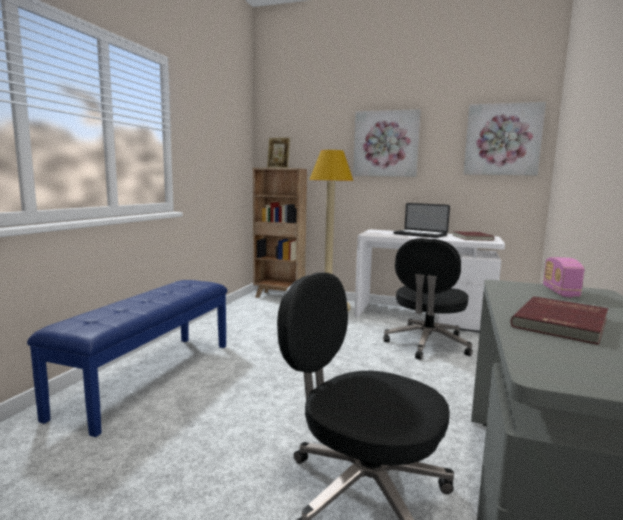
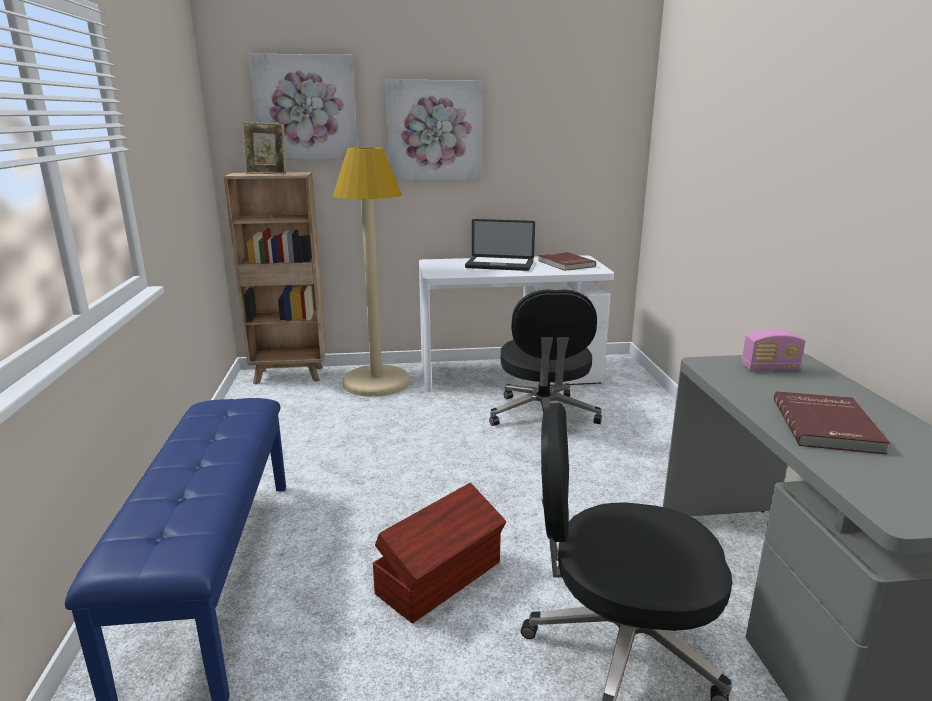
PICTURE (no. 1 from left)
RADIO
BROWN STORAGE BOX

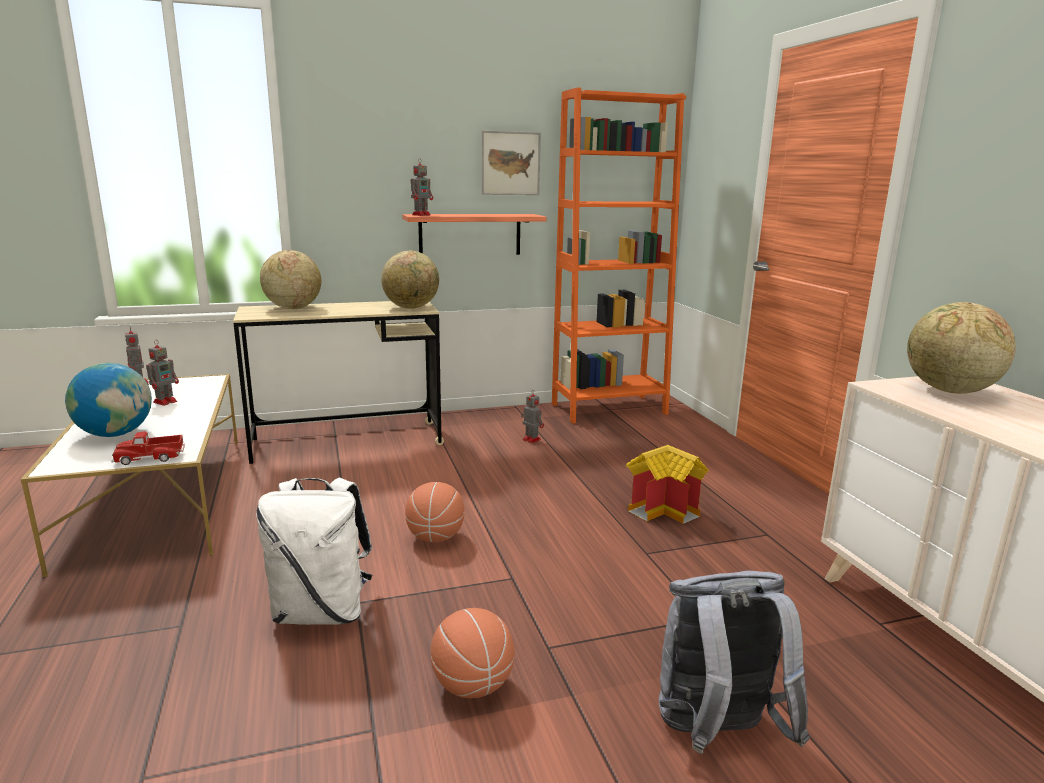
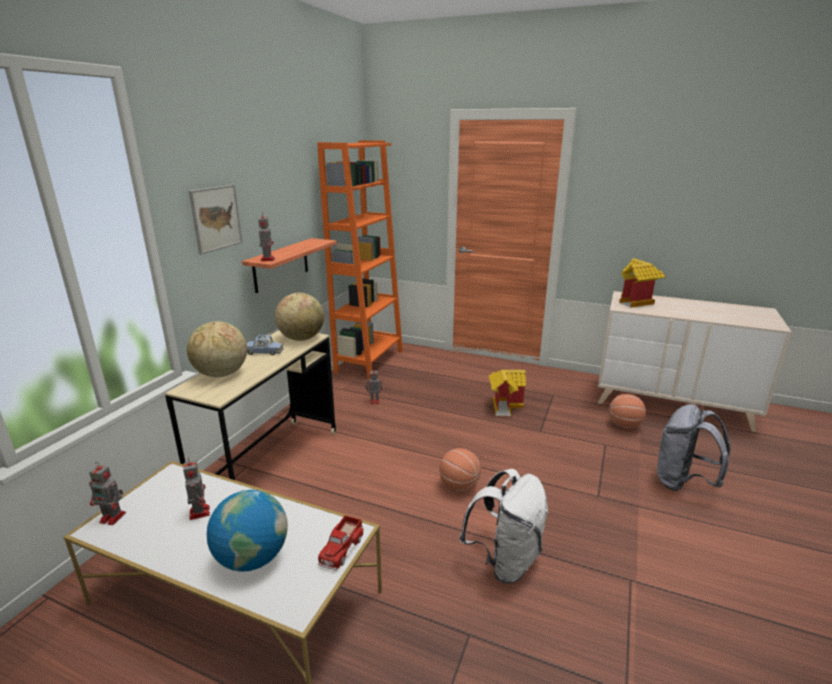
PICTURE
TOY HOUSE (no. 2 from left)
BASKETBALL (no. 2 from left)
BLUE TOY CAR

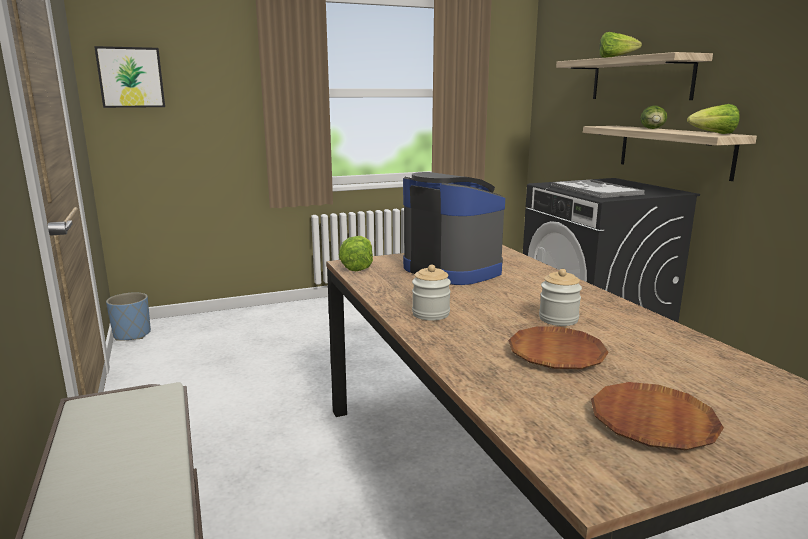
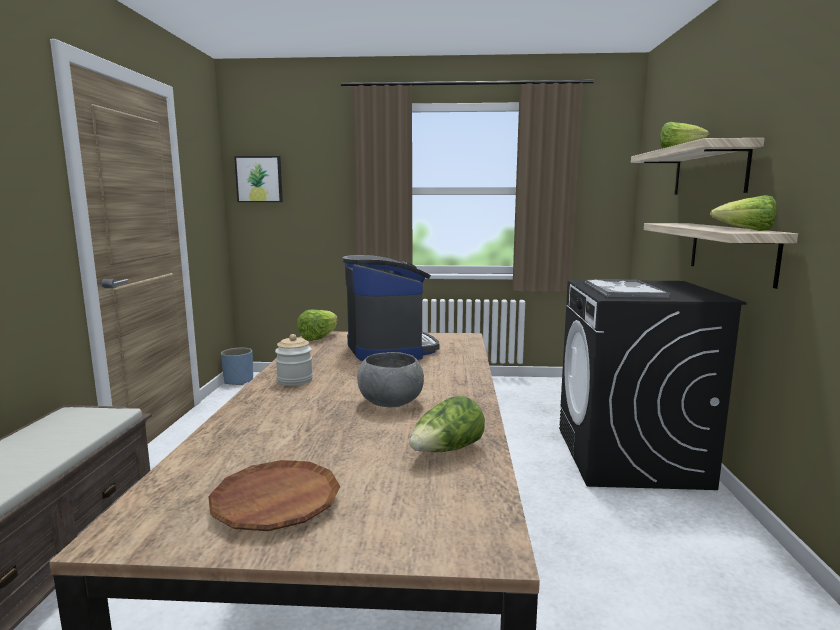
LETTUCE (no. 2 from left)
GREY BOWL
BROWN PLATE (no. 1 from left in the first image)

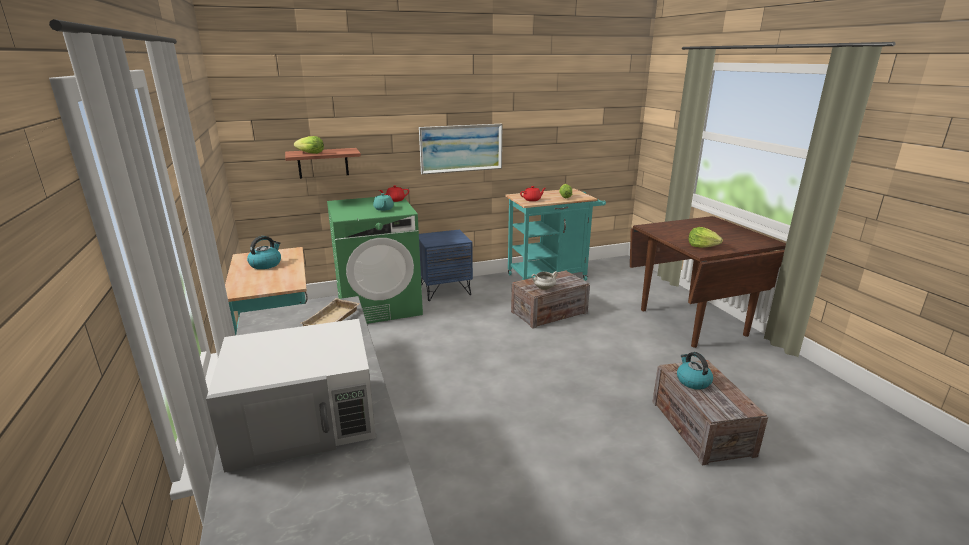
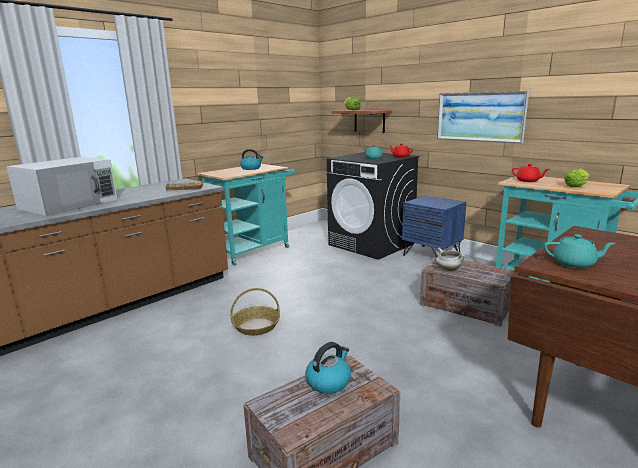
BLACK WASHING MACHINE
TURQUOISE TEAPOT (no. 2 from left)
WHITE MICROWAVE
BASKET

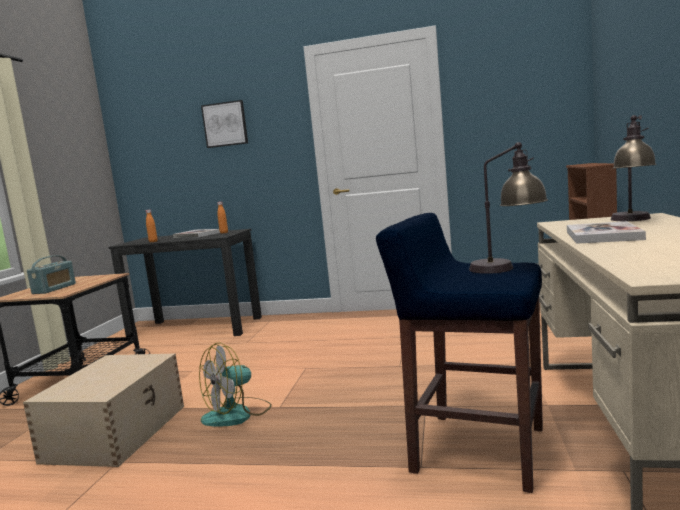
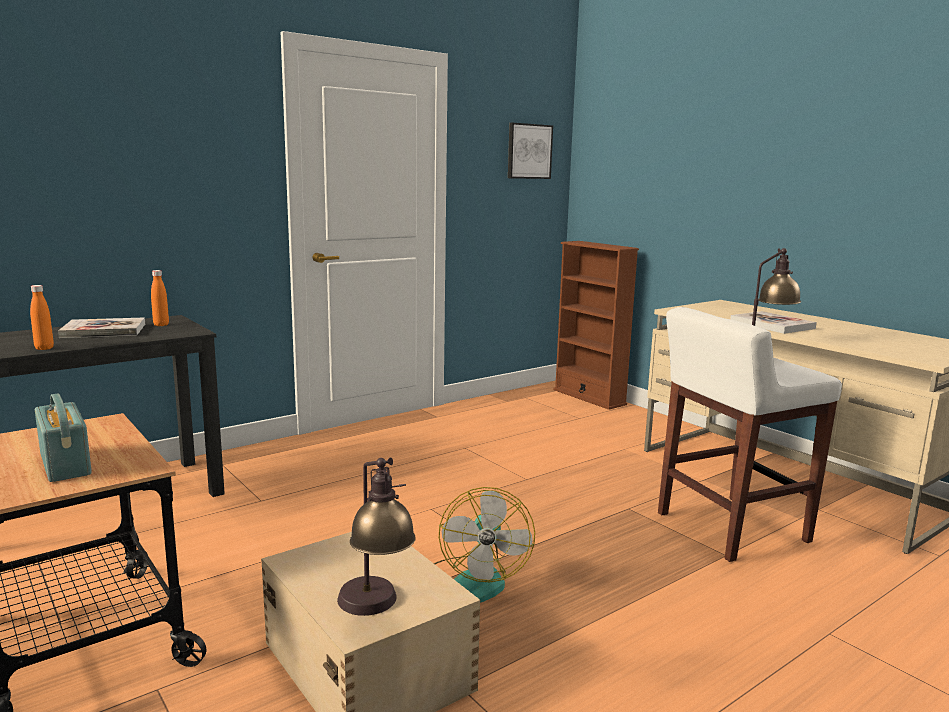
PICTURE
TABLE LAMP (no. 1 from left)
WHITE STOOL

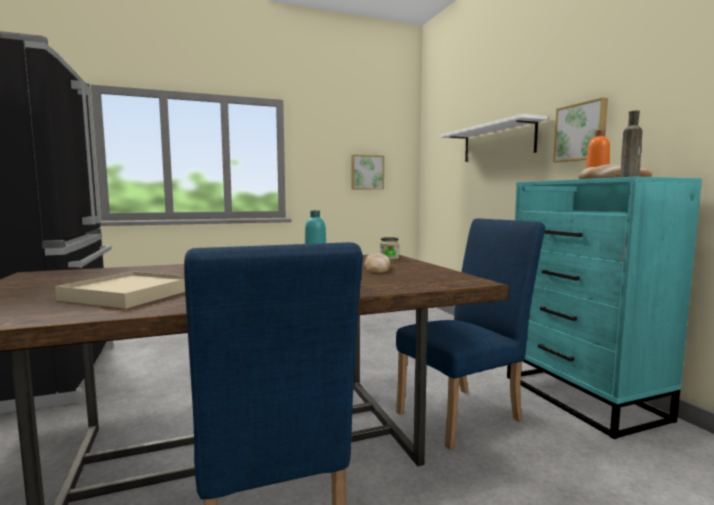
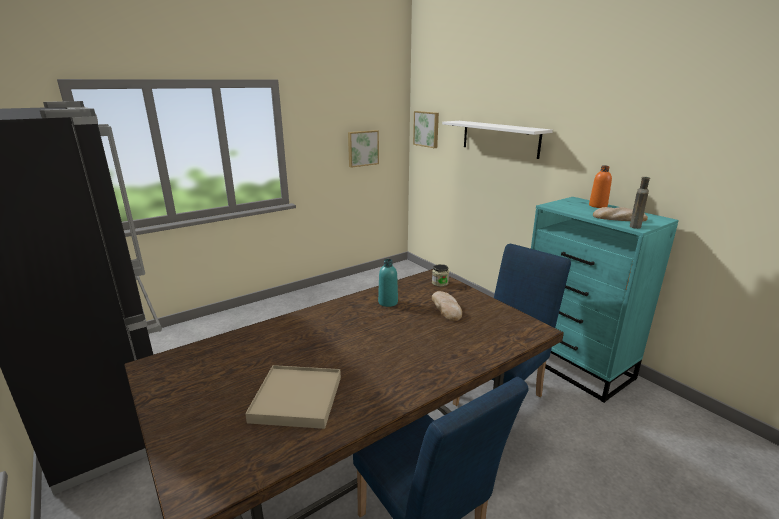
PICTURE (no. 2 from left)

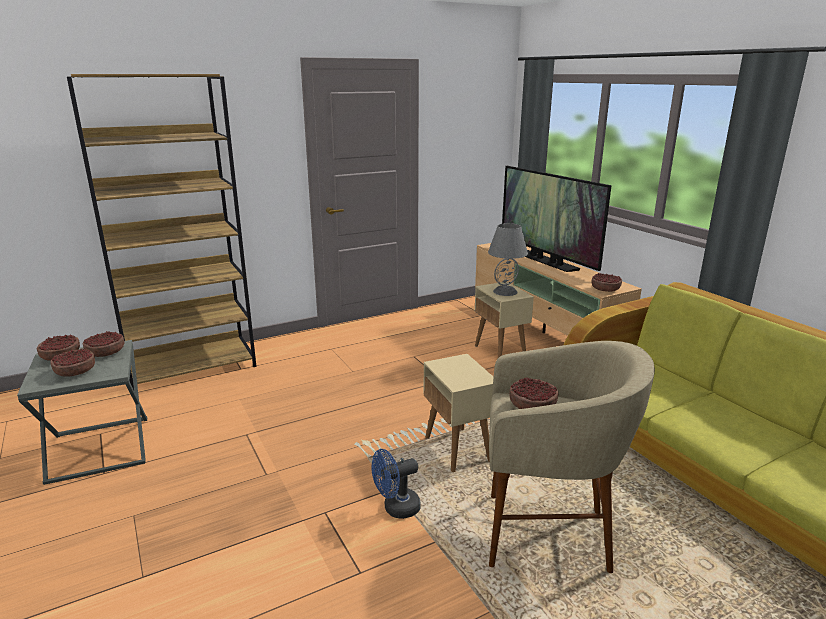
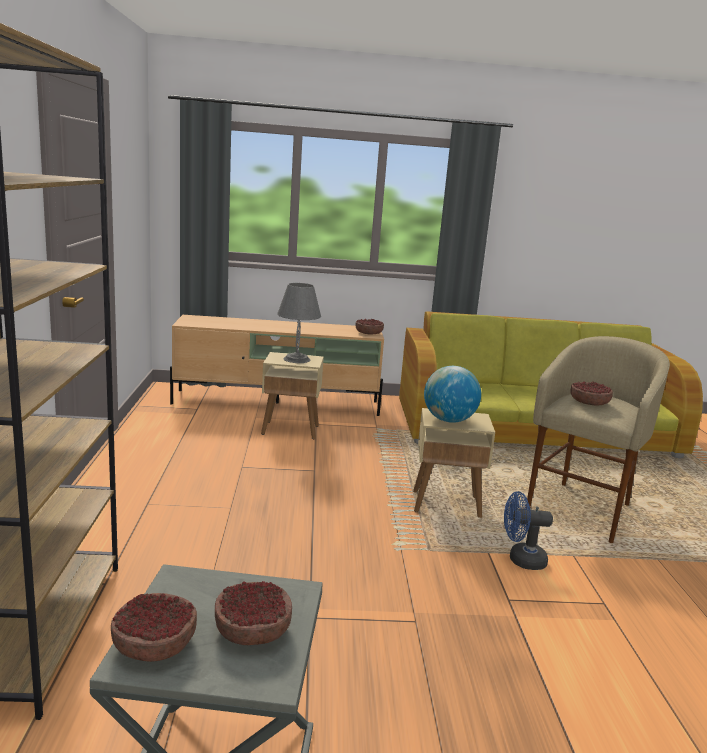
TELEVISION
BOWL (no. 3 from left in the first image)
BLUE FAN
GLOBE

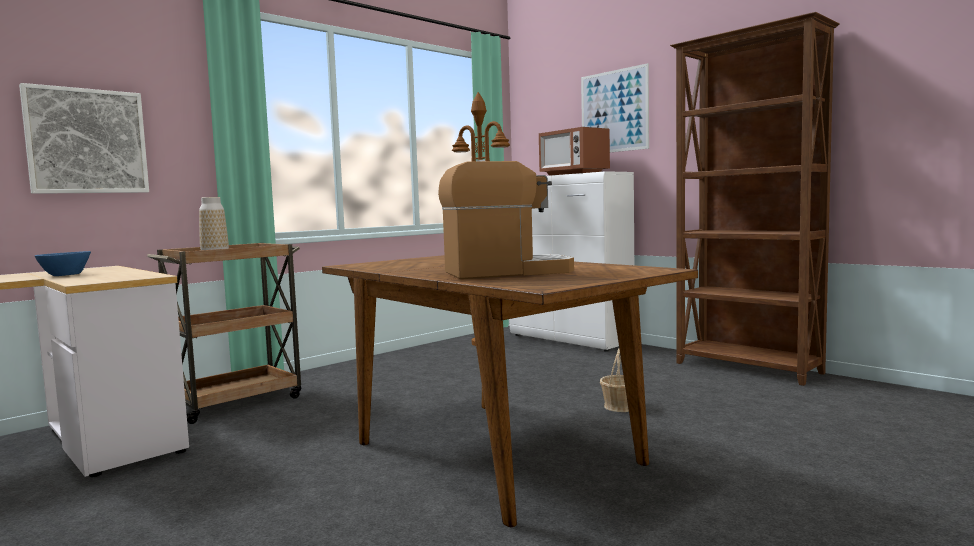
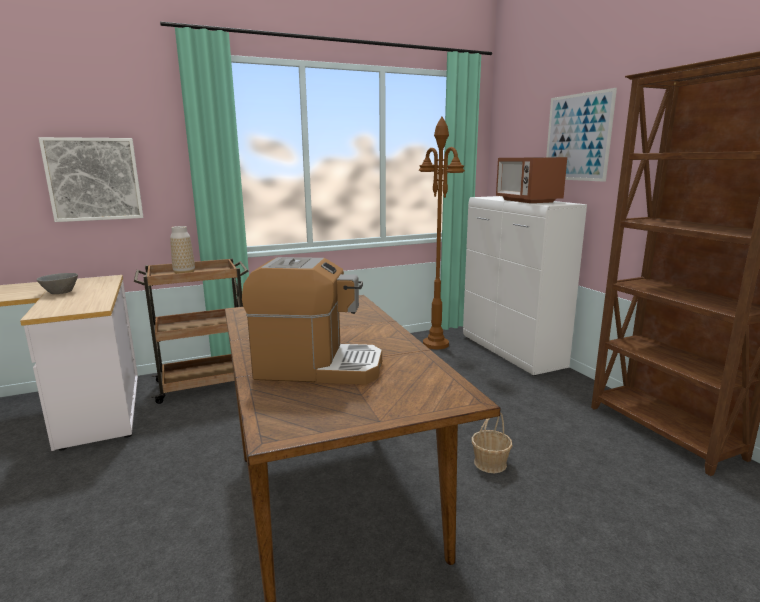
GREY BOWL

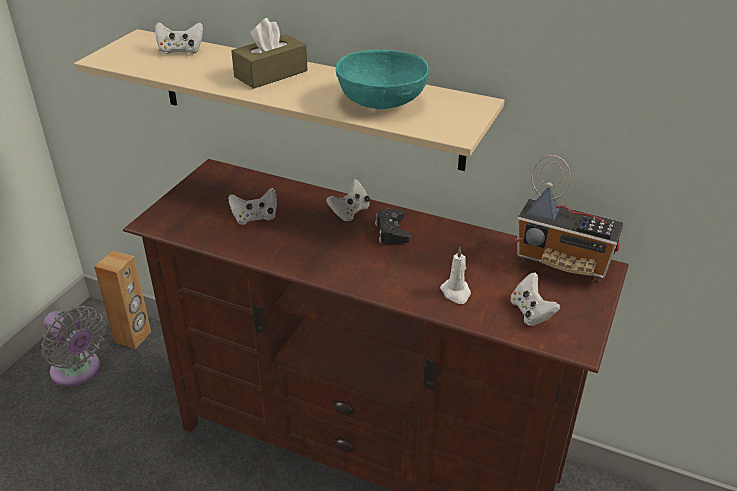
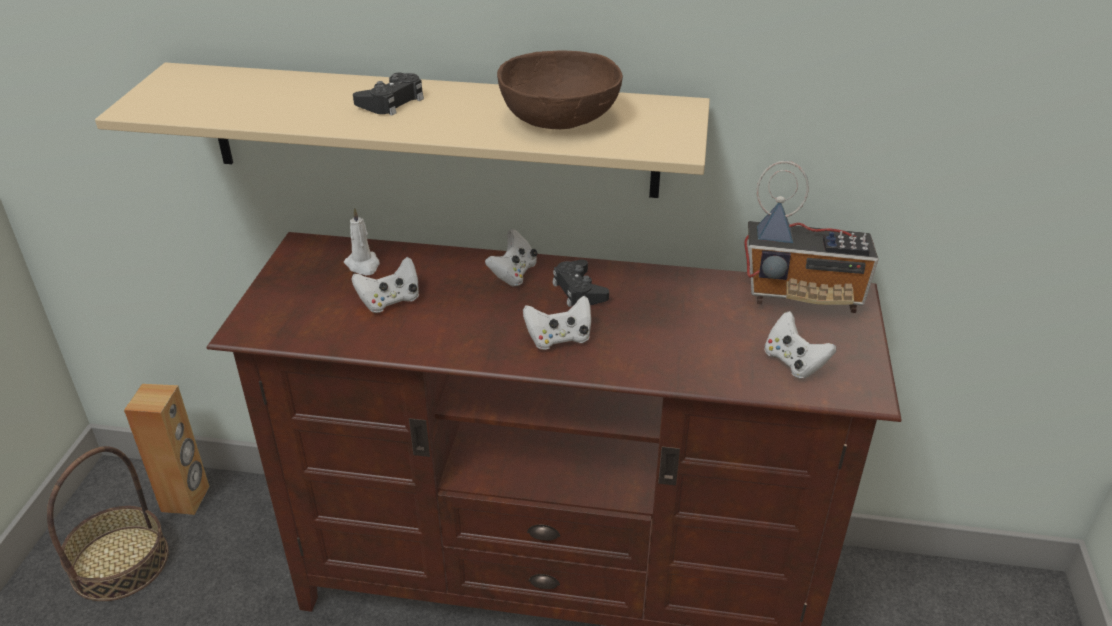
BLACK GAME CONTROLLER (no. 1 from left)
WHITE GAME CONTROLLER (no. 3 from left)
BROWN BOWL
WHITE CANDLE
BASKET

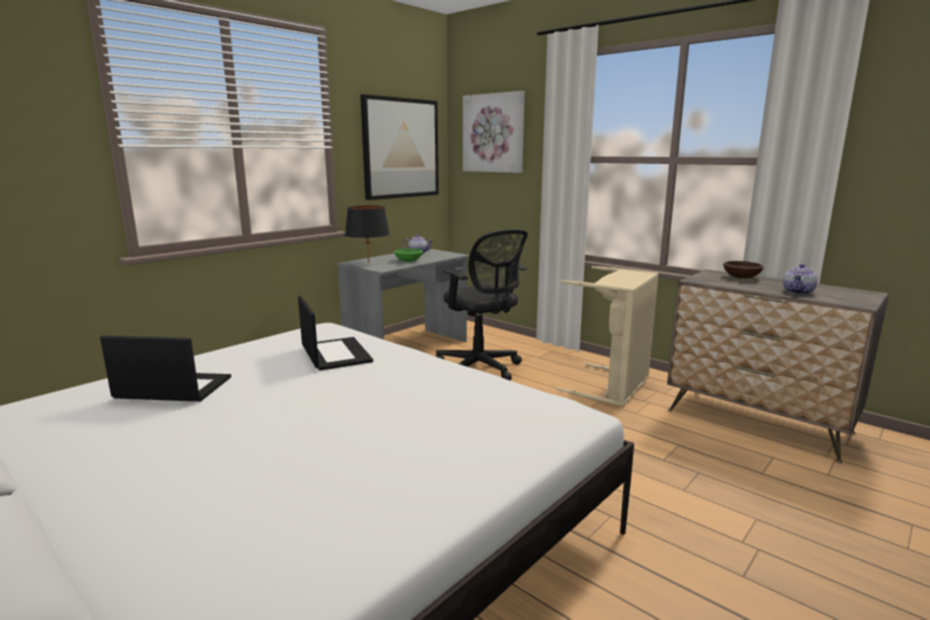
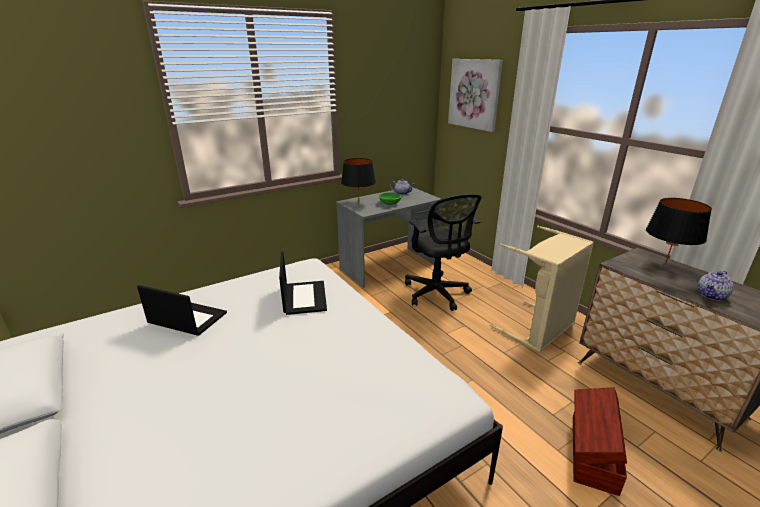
PICTURE (no. 1 from left in the first image)
BLACK TABLE LAMP (no. 2 from left)
BROWN STORAGE BOX

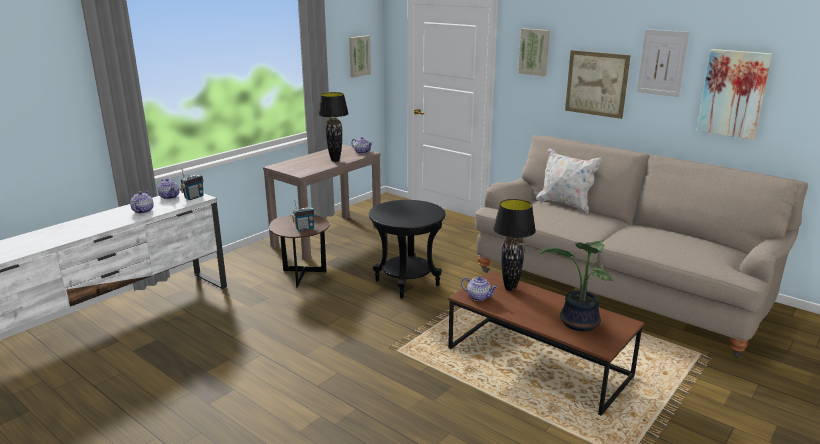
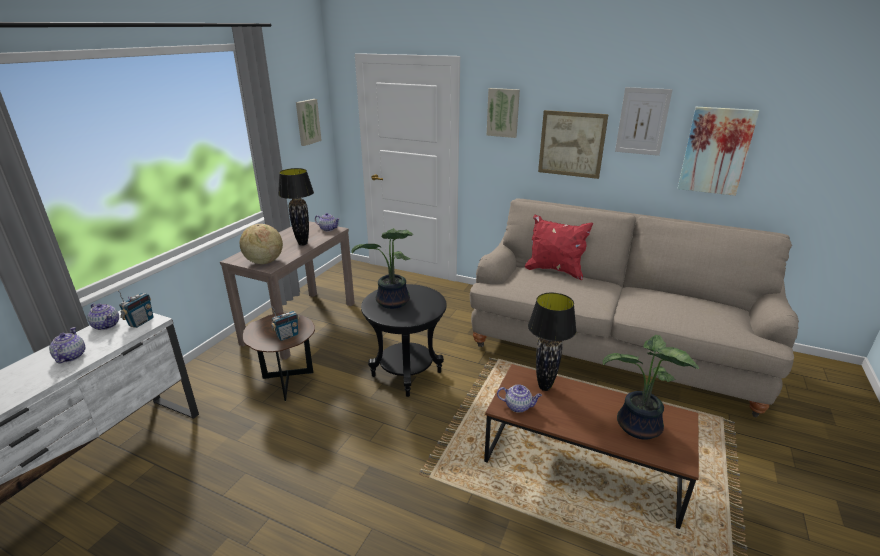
RED PILLOW
GLOBE
POTTED PLANT (no. 1 from left)

